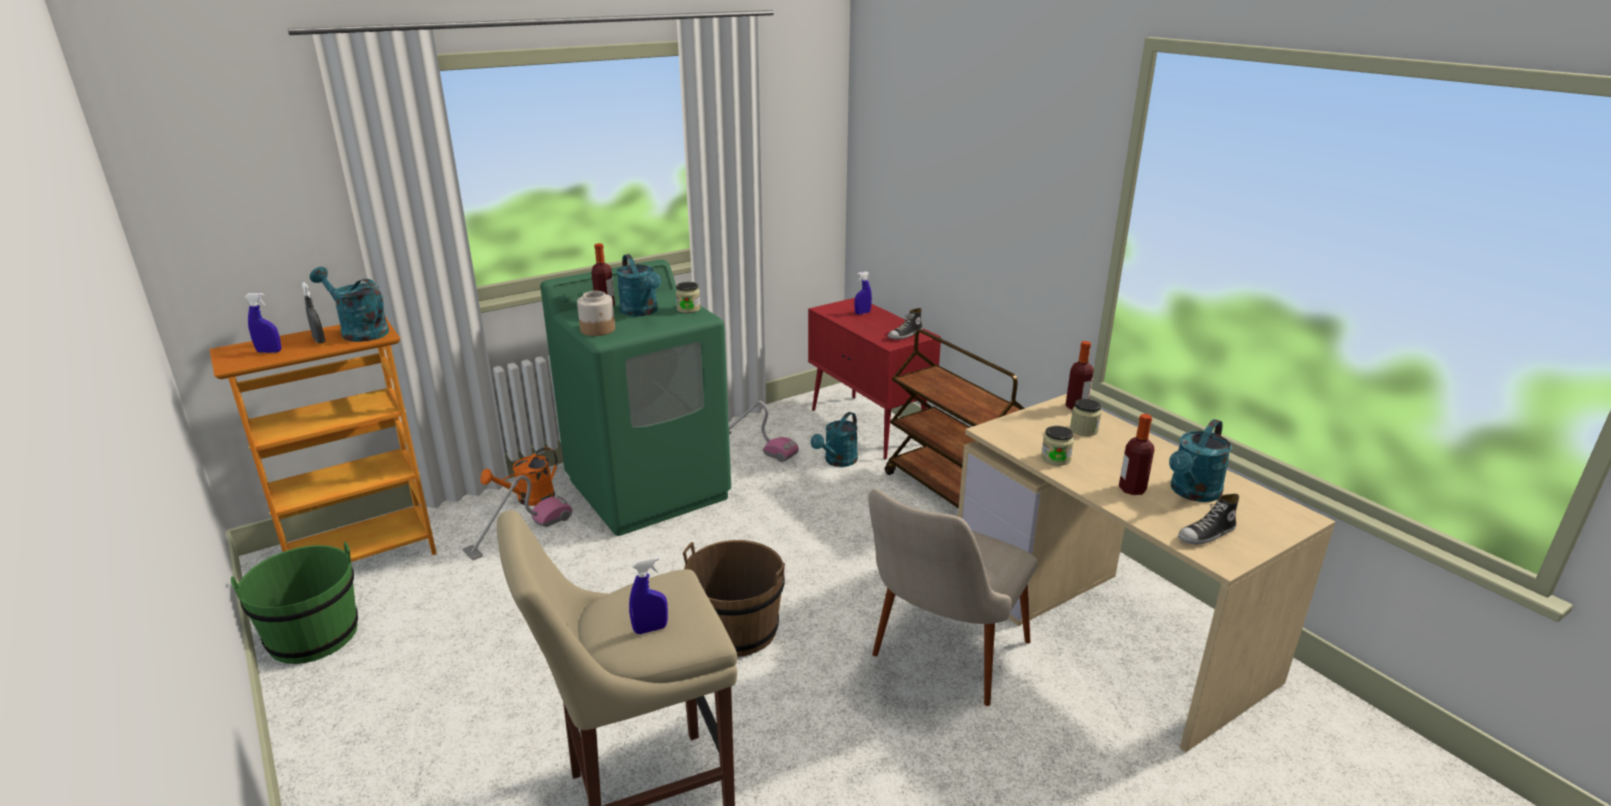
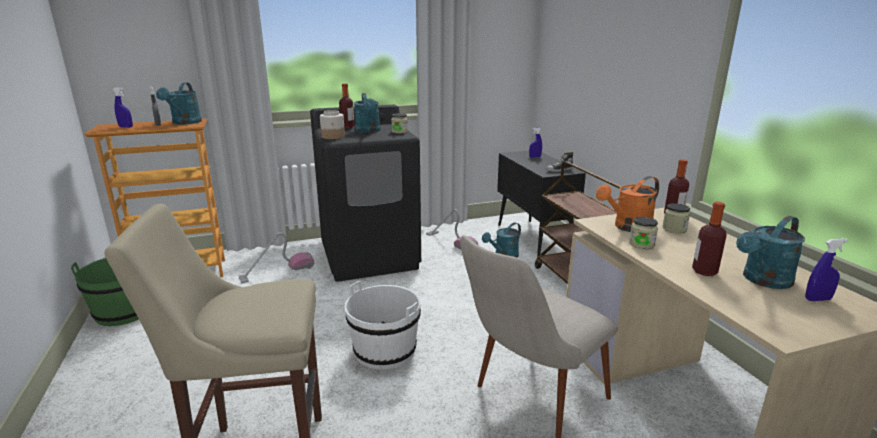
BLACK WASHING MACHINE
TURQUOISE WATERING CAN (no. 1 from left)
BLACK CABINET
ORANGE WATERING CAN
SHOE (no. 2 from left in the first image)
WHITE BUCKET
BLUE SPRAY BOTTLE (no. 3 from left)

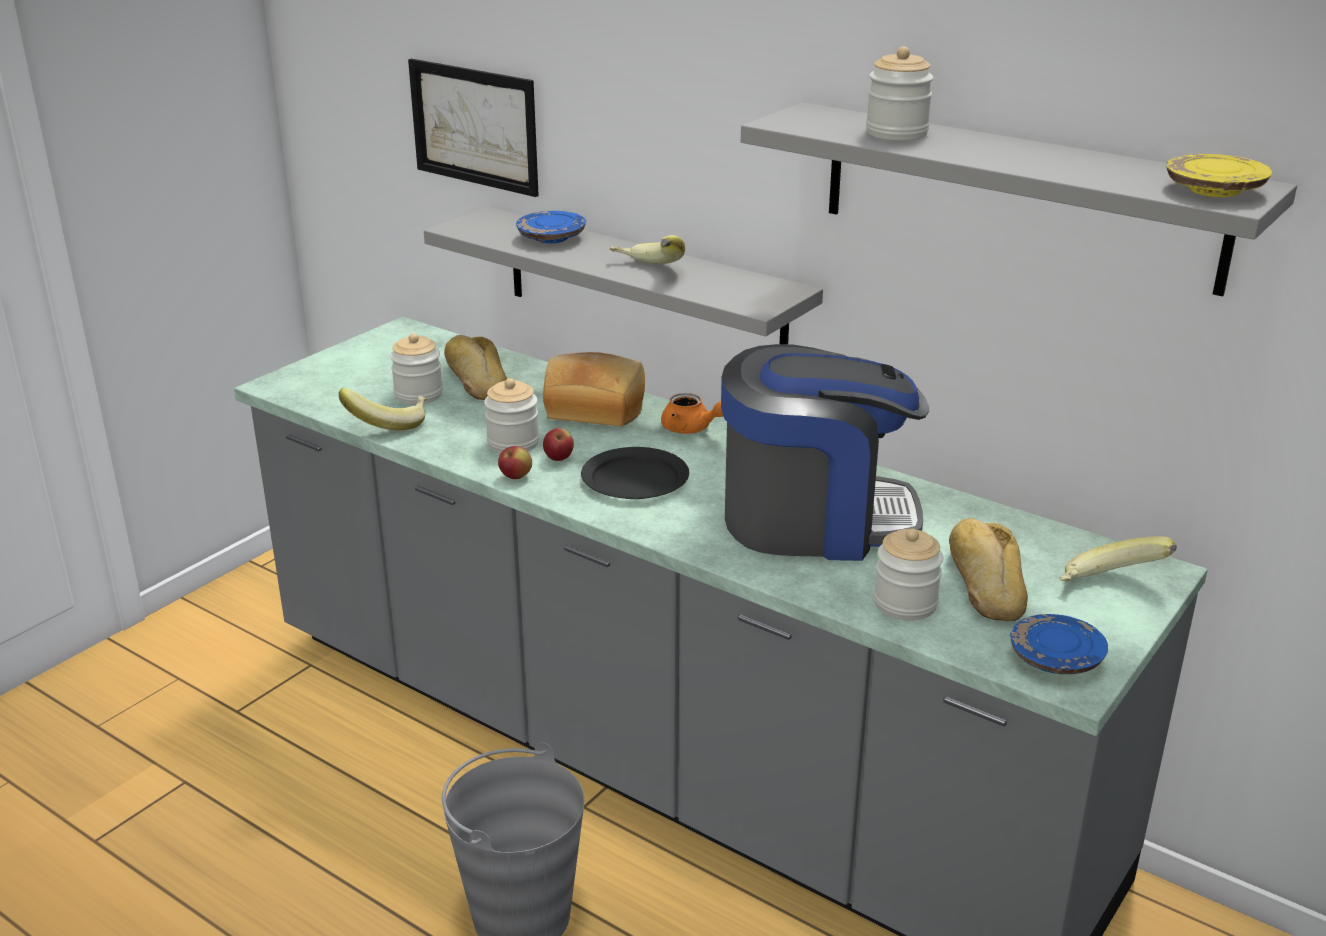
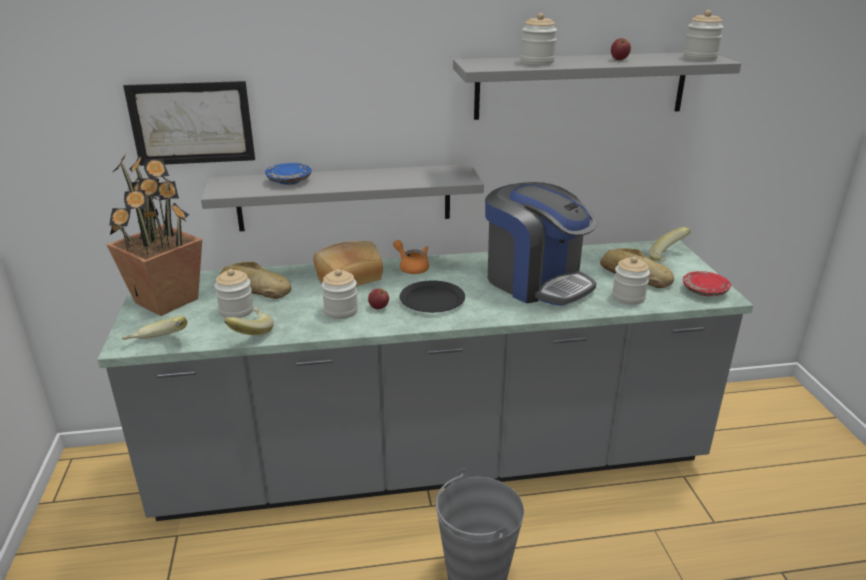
JAR (no. 5 from left)
BANANA (no. 1 from left)
COFFEE MACHINE
ORANGE TEAPOT
APPLE (no. 2 from left)
RED PLATE
POTTED PLANT

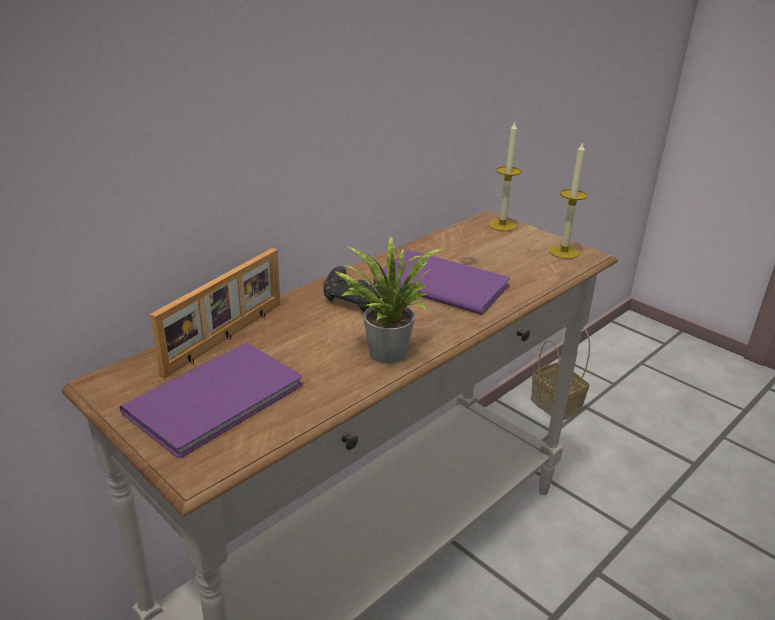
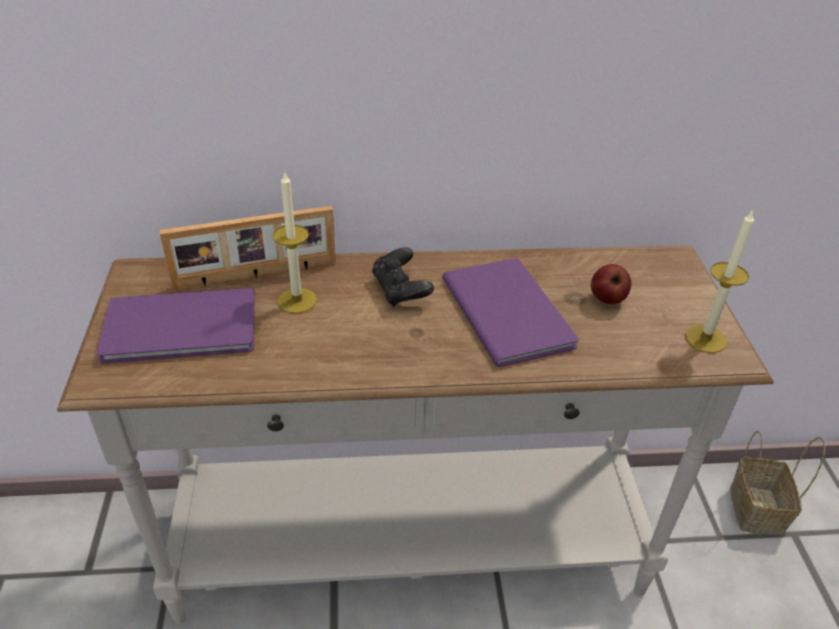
CANDLE (no. 1 from left)
POTTED PLANT
APPLE

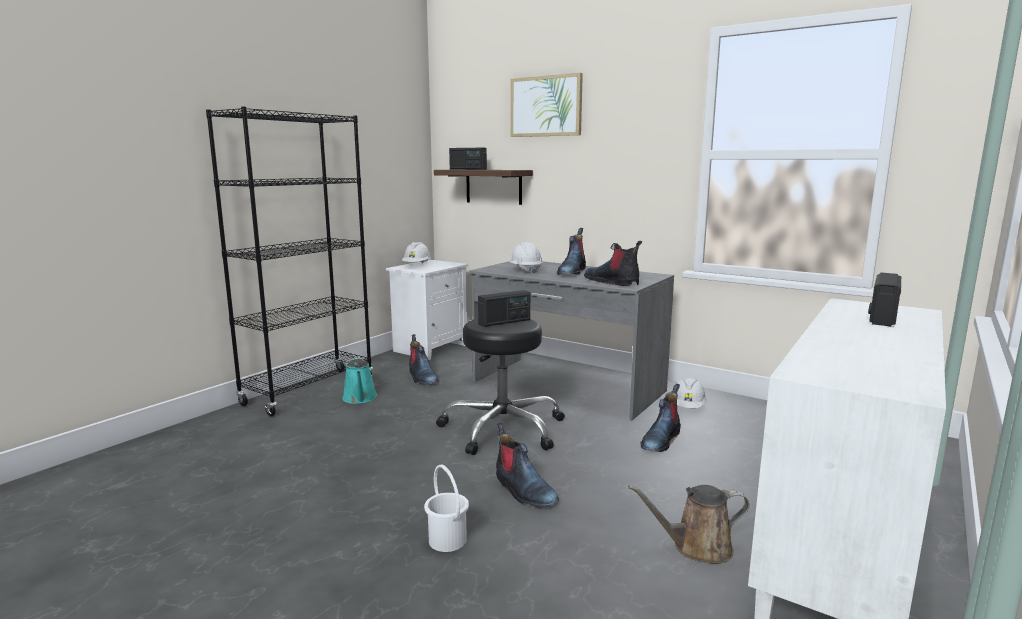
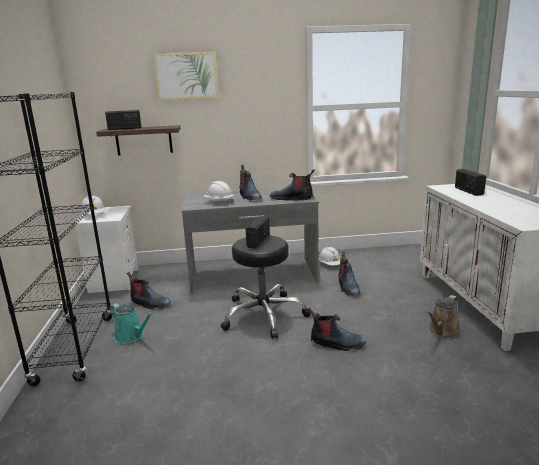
WHITE BUCKET

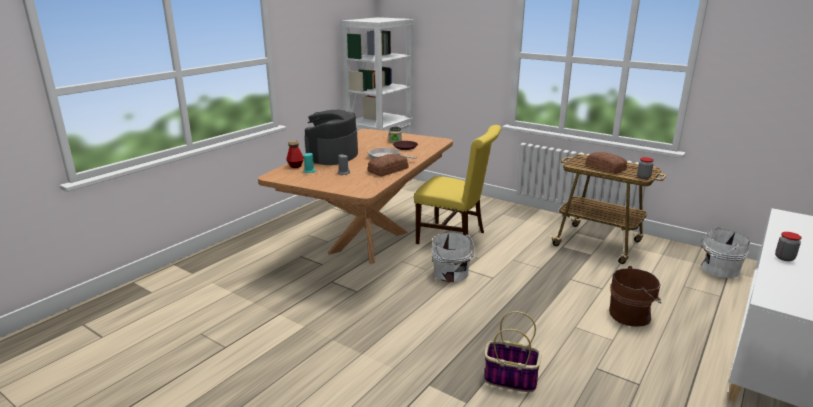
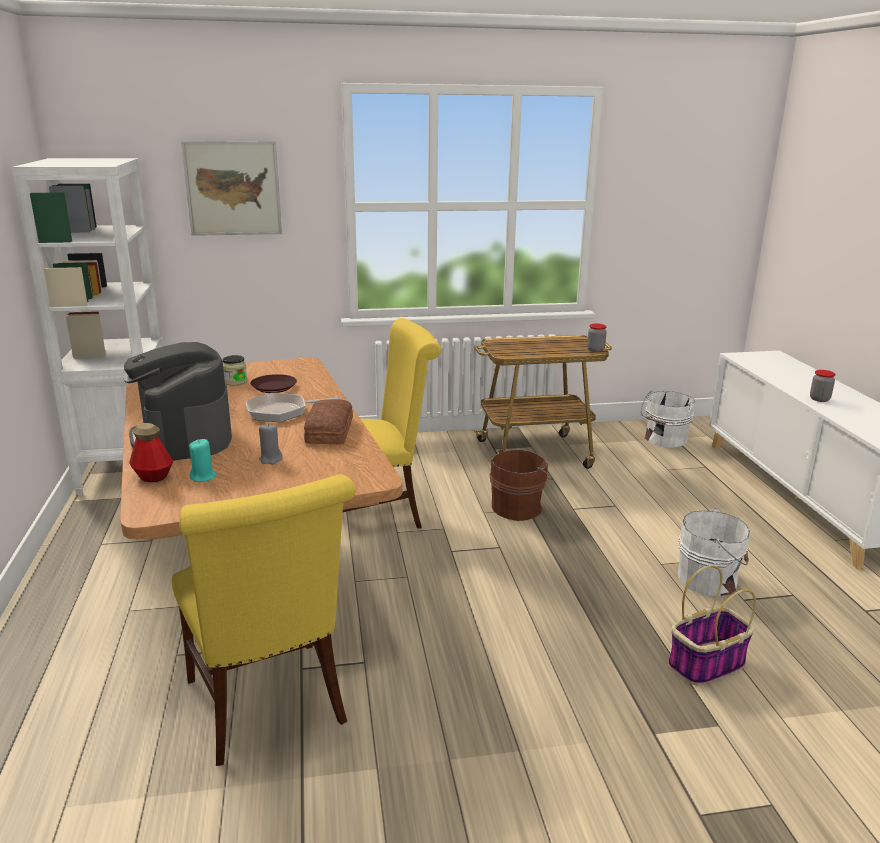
BREAD (no. 2 from left in the first image)
WHITE BUCKET (no. 2 from left)
BROWN BUCKET
PICTURE
YELLOW CHAIR (no. 1 from left)

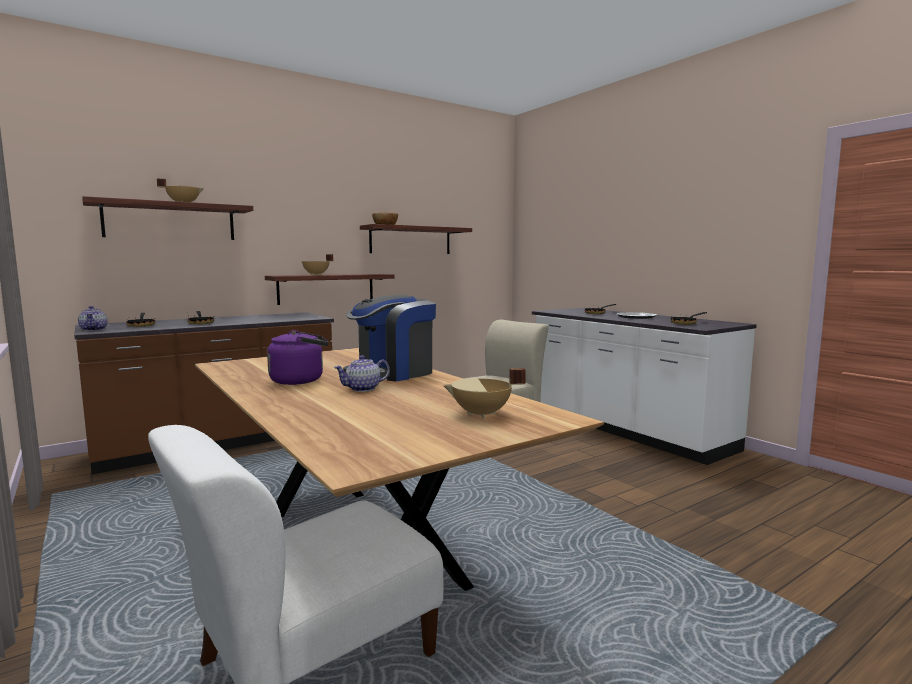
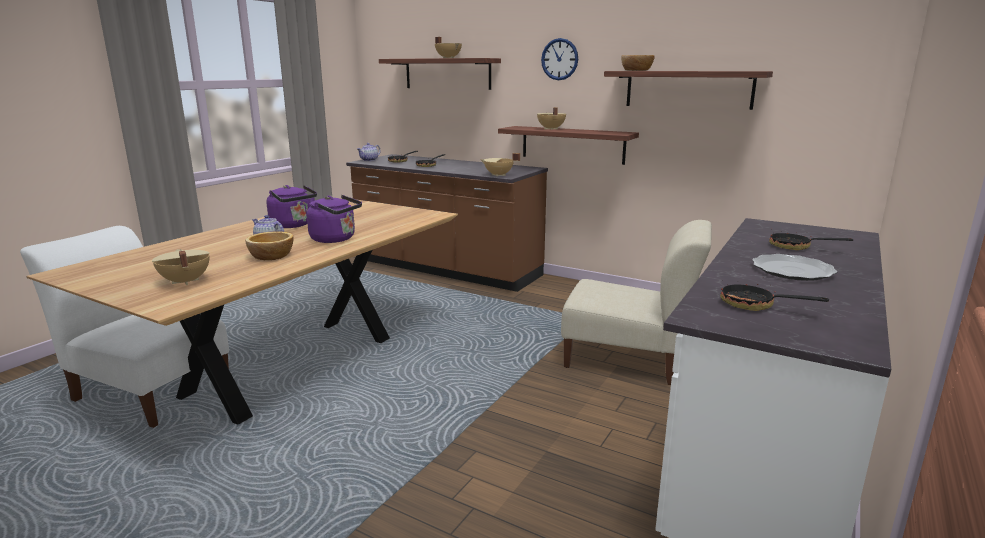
PURPLE KETTLE (no. 2 from left)
WALL CLOCK
BEIGE COOKING POT (no. 3 from left)
BOWL (no. 1 from left)

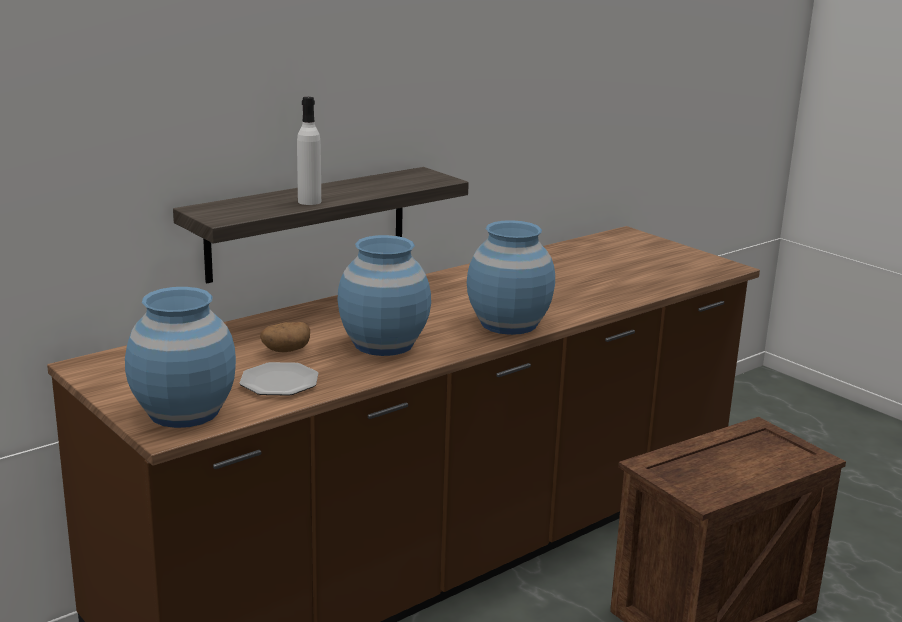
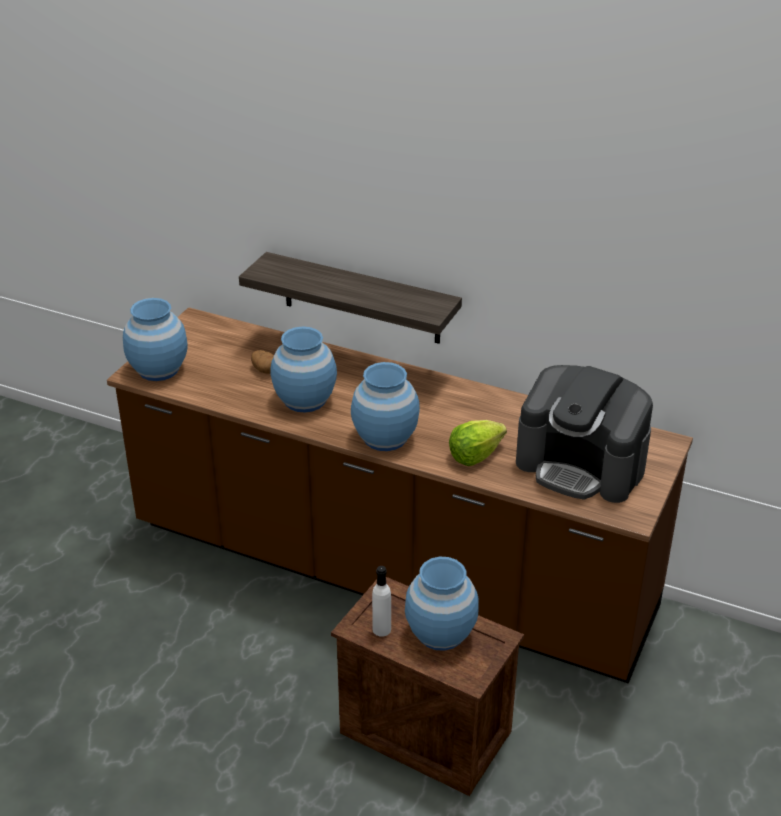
WHITE BOTTLE
PLATE
COFFEE MACHINE
LETTUCE
BLUE VASE (no. 4 from left)

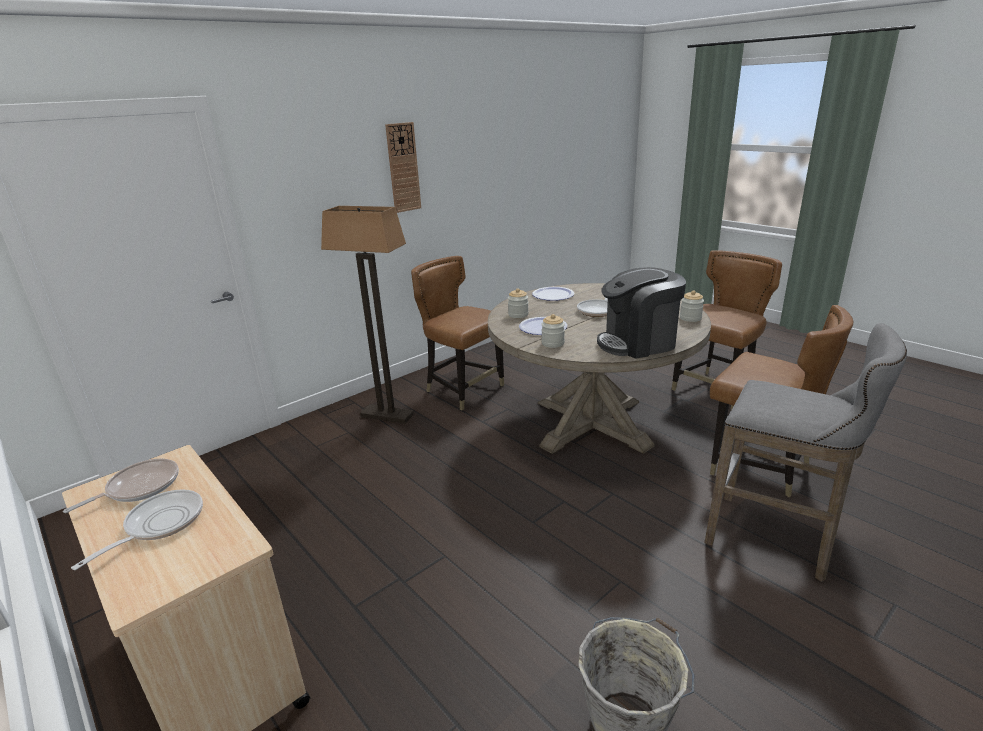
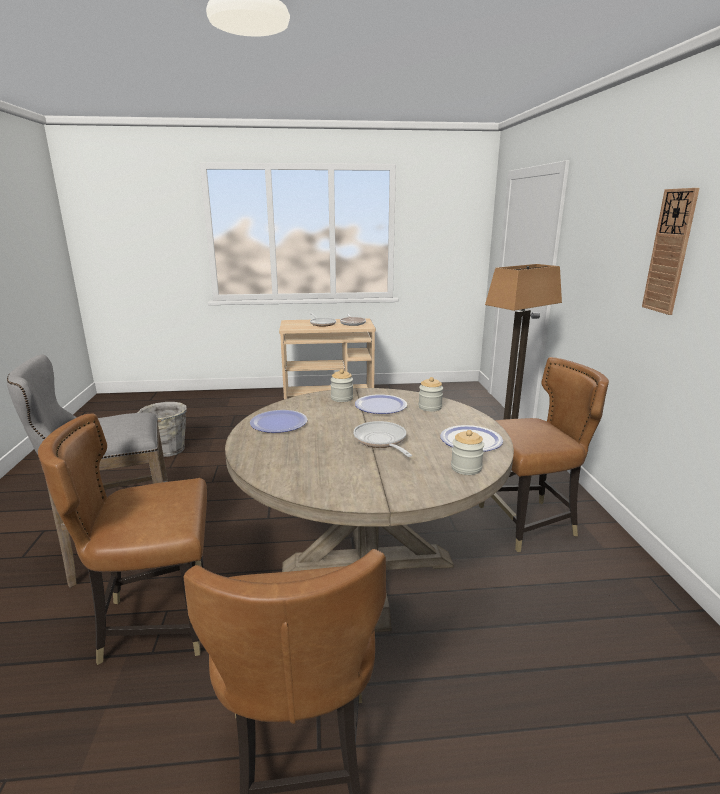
PLATE (no. 1 from left)
JAR (no. 3 from left)

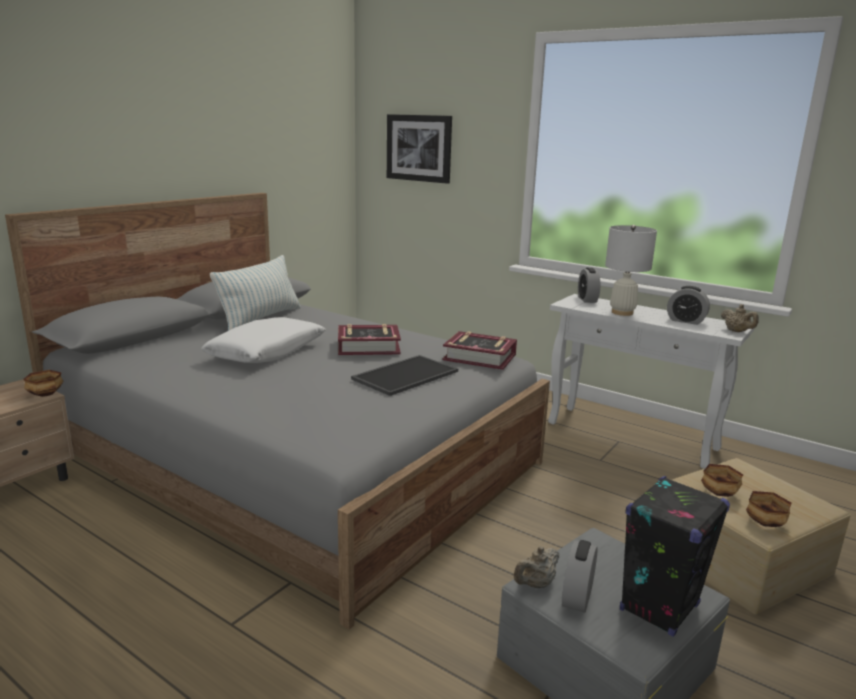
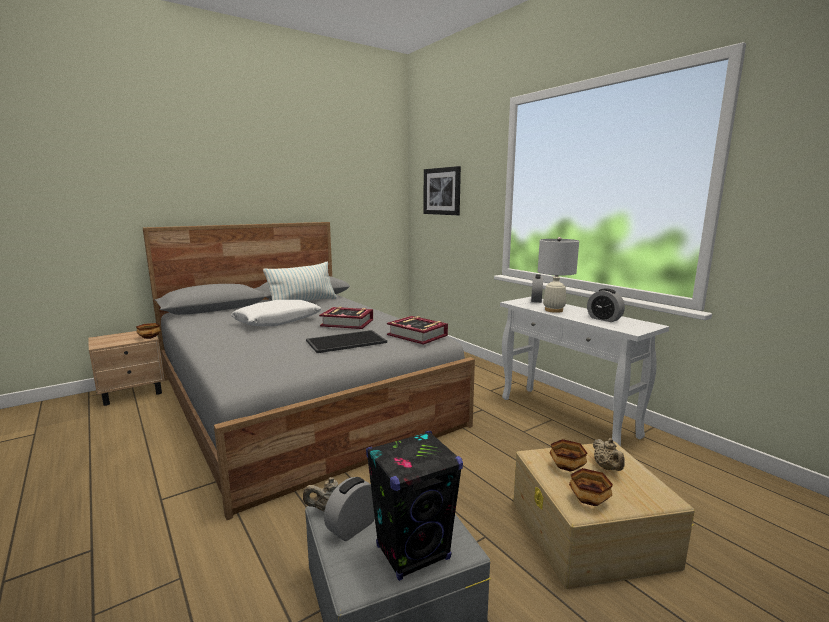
BEIGE TEAPOT (no. 2 from left)

